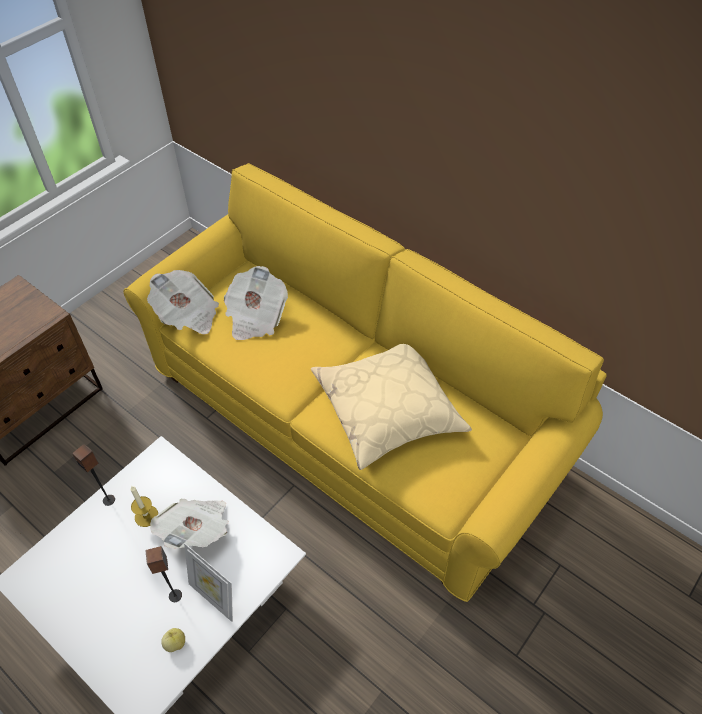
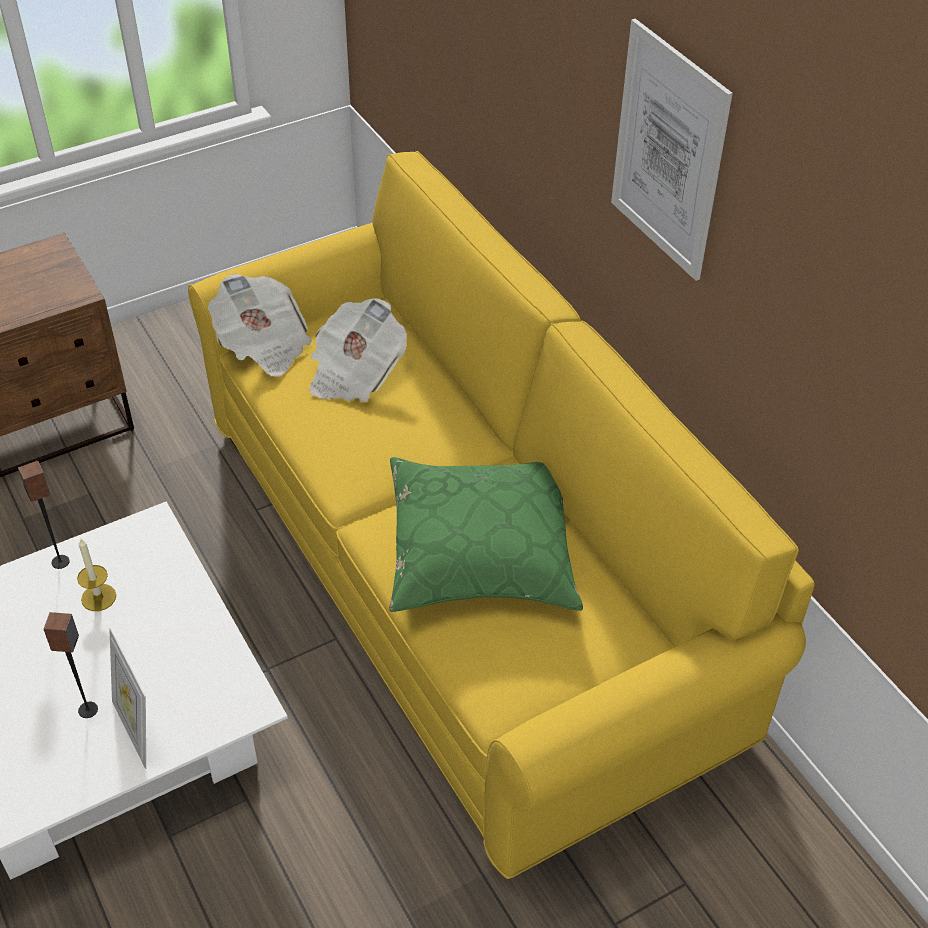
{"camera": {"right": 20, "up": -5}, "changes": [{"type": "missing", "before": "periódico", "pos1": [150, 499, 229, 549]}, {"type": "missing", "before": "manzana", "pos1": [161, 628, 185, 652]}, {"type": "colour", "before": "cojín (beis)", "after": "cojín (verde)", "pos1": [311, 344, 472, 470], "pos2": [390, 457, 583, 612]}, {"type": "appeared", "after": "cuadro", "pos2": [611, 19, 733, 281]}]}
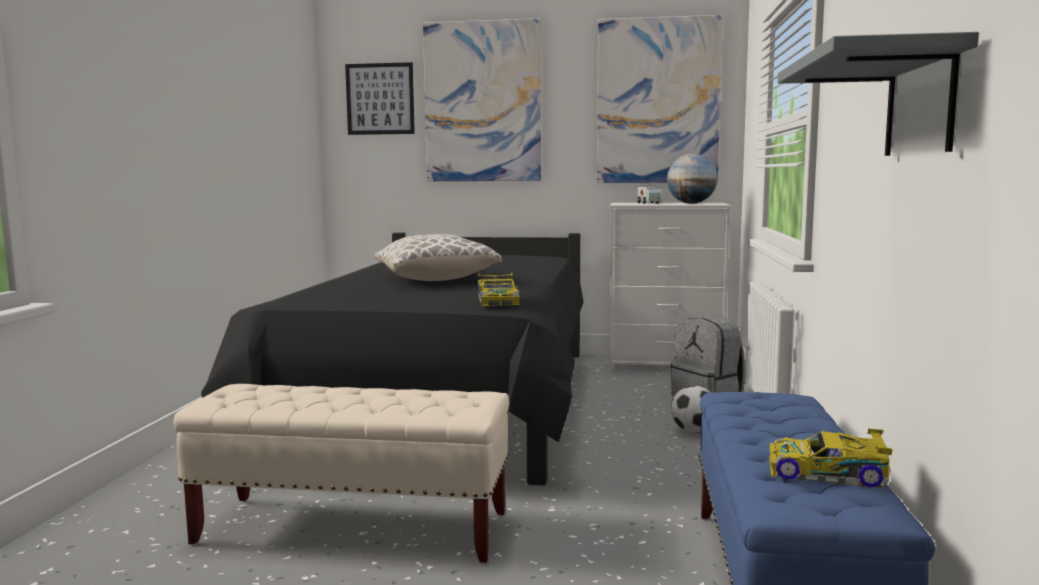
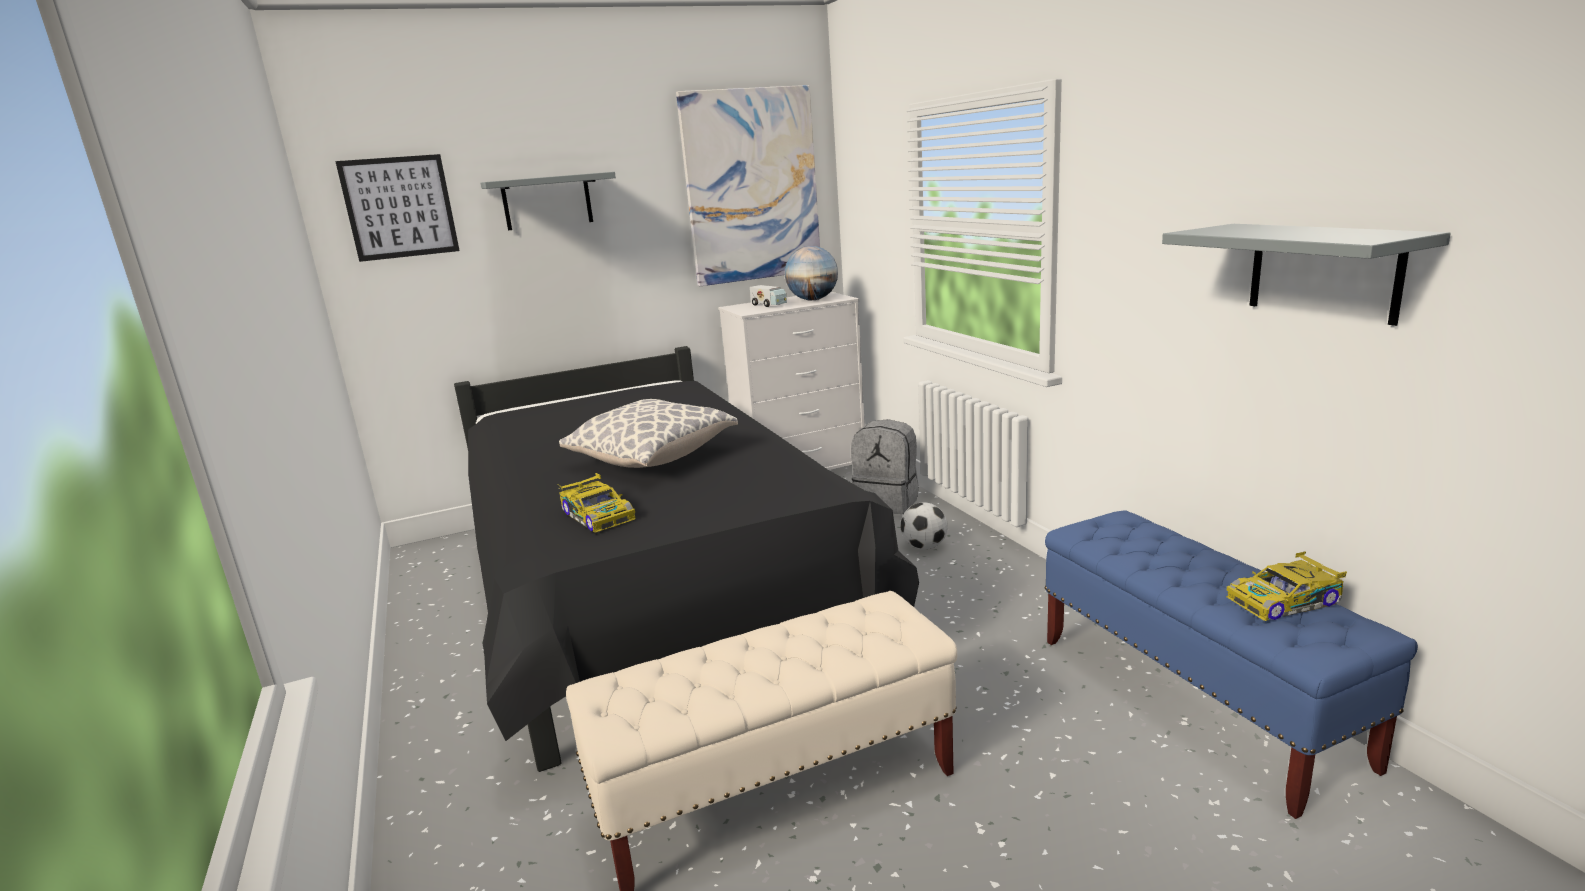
{"camera": {"right": -30, "up": 10}, "changes": [{"type": "exchanged", "before": "cuadro", "after": "estante (gris)", "pos1": [423, 18, 541, 181], "pos2": [481, 172, 616, 230]}, {"type": "relocated", "before": "coche de juguete", "pos1": [478, 272, 520, 306], "pos2": [557, 473, 636, 533]}]}
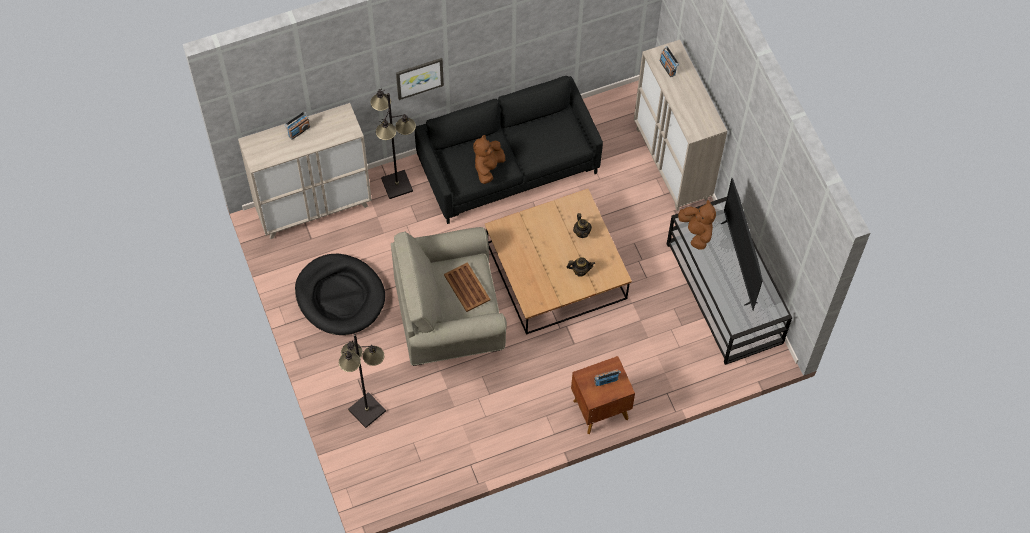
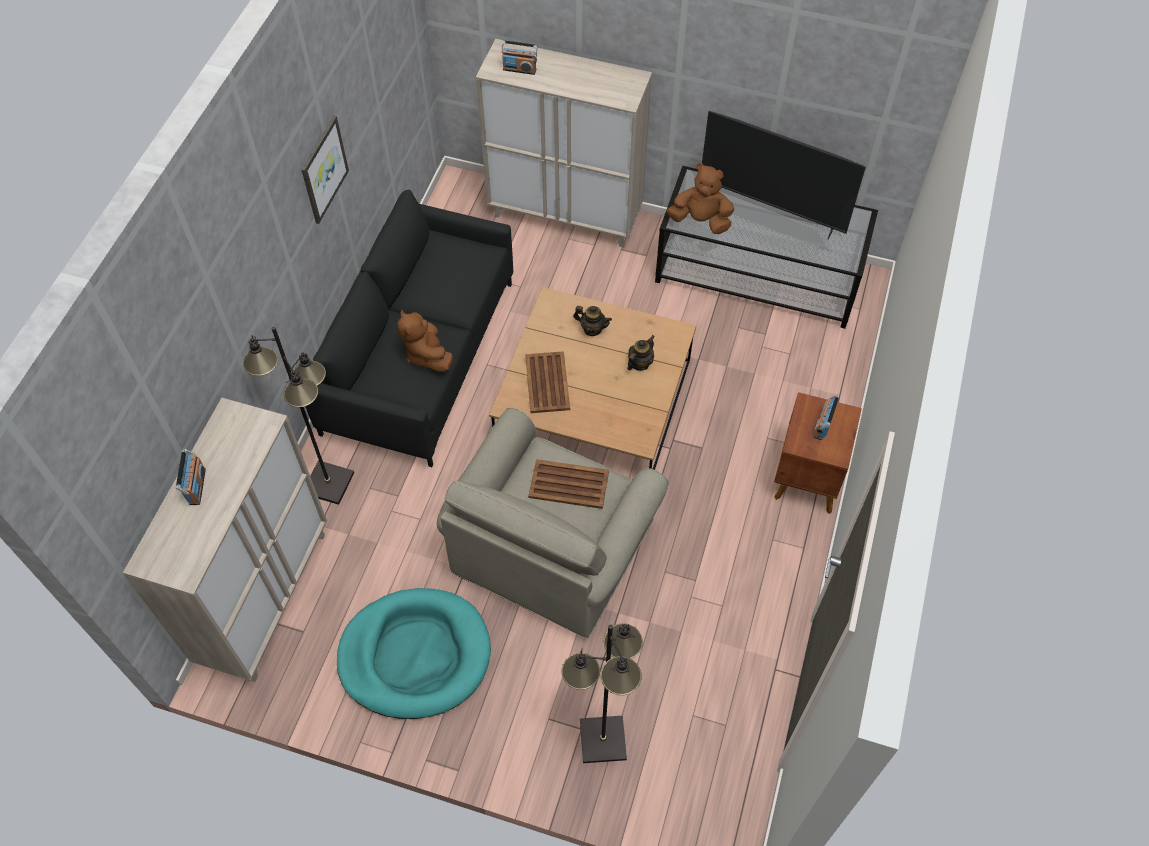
{"camera": {"right": -50, "up": -5}, "changes": [{"type": "colour", "before": "cama para perro (negro)", "after": "cama para perro (turquesa)", "pos1": [295, 254, 385, 335], "pos2": [337, 588, 491, 719]}, {"type": "relocated", "before": "cuadro", "pos1": [396, 58, 444, 100], "pos2": [302, 116, 349, 224]}, {"type": "appeared", "after": "bandeja (marrón)", "pos2": [525, 351, 570, 413]}]}
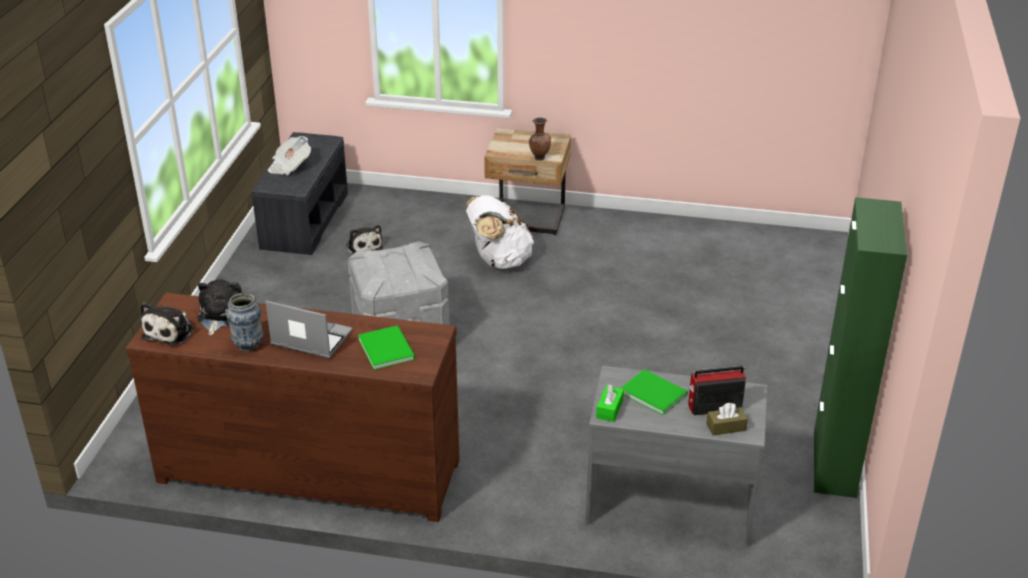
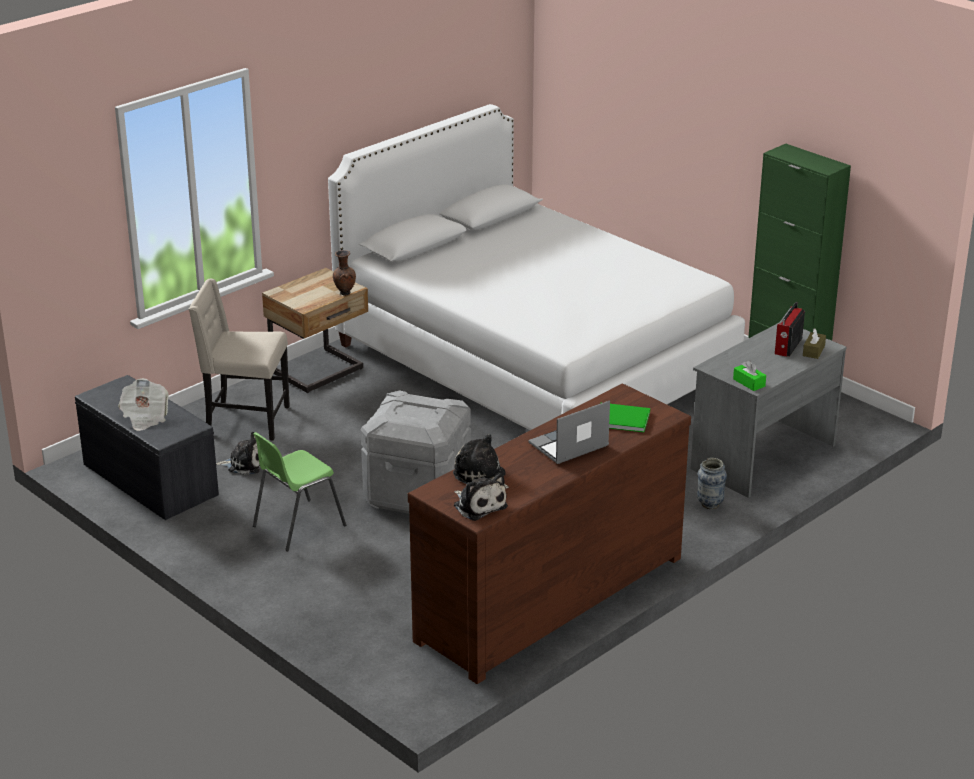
{"camera": {"right": -55, "up": -5}, "changes": [{"type": "relocated", "before": "florero", "pos1": [226, 293, 263, 352], "pos2": [697, 458, 727, 509]}, {"type": "missing", "before": "mochila (blanco)", "pos1": [466, 195, 534, 269]}, {"type": "missing", "before": "libro (verde)", "pos1": [620, 369, 688, 415]}, {"type": "appeared", "after": "silla (beis)", "pos2": [189, 278, 290, 441]}, {"type": "appeared", "after": "silla (verde)", "pos2": [253, 432, 346, 551]}, {"type": "appeared", "after": "cama (blanco)", "pos2": [328, 104, 745, 430]}]}
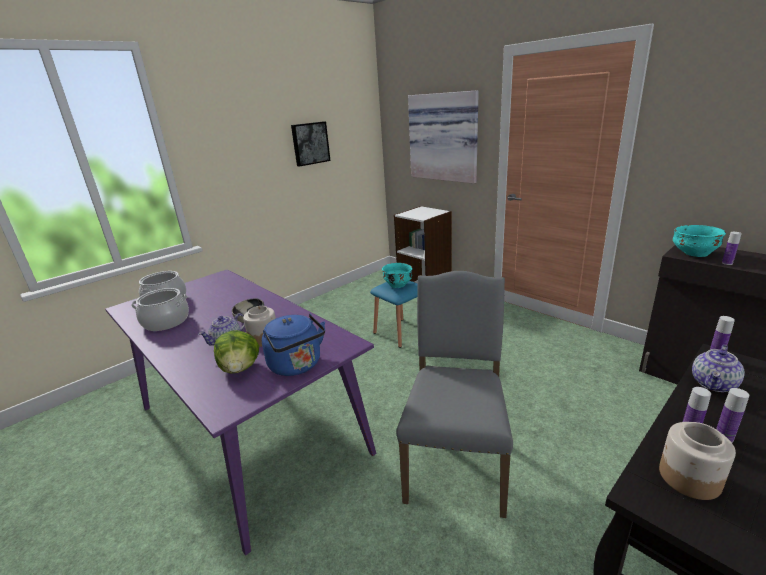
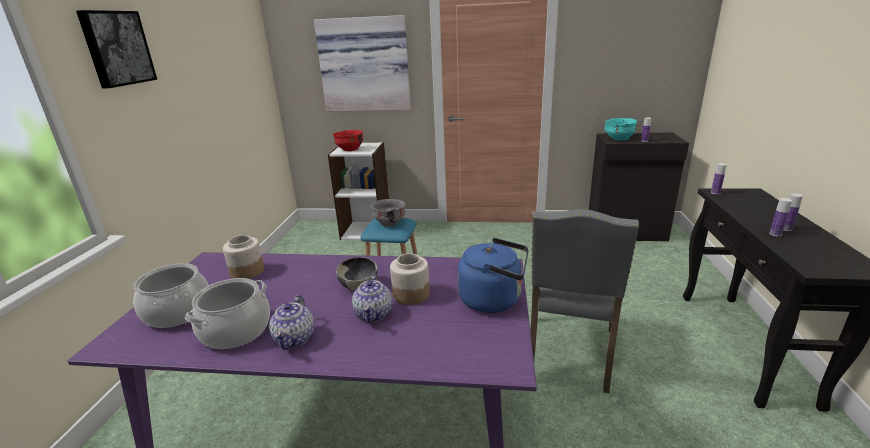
{"camera": {"right": -40, "up": 0}, "changes": [{"type": "missing", "before": "lechuga", "pos1": [214, 330, 259, 374]}, {"type": "relocated", "before": "cuadro", "pos1": [291, 121, 331, 167], "pos2": [76, 10, 157, 89]}, {"type": "colour", "before": "cuenco (turquesa)", "after": "cuenco (gris)", "pos1": [382, 263, 413, 288], "pos2": [371, 199, 405, 227]}, {"type": "spun", "before": "silla (gris)", "pos1": [397, 271, 513, 518], "pos2": [530, 209, 639, 393], "turn": -135}, {"type": "relocated", "before": "tarro", "pos1": [659, 422, 736, 500], "pos2": [223, 235, 264, 279]}, {"type": "relocated", "before": "tetera", "pos1": [692, 345, 745, 392], "pos2": [269, 295, 314, 349]}, {"type": "appeared", "after": "cuenco (rojo)", "pos2": [333, 130, 363, 151]}]}
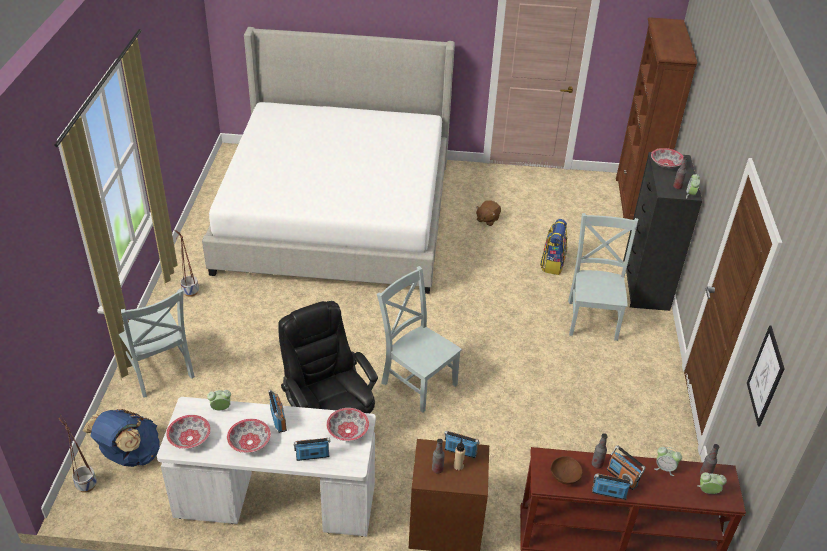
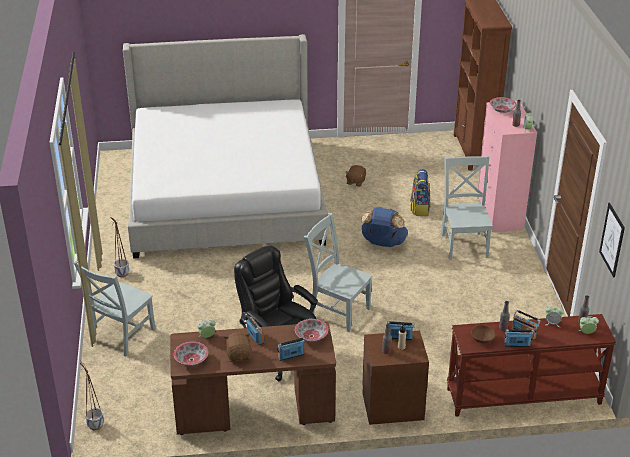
{"camera": {"right": -10, "up": -5}, "changes": [{"type": "relocated", "before": "mochila (azul)", "pos1": [82, 409, 160, 467], "pos2": [361, 207, 408, 247]}, {"type": "spun", "before": "silla (gris)", "pos1": [119, 289, 195, 398], "pos2": [73, 261, 156, 356], "turn": 75}, {"type": "colour", "before": "escritorio (blanco)", "after": "escritorio (marrón)", "pos1": [157, 397, 376, 537], "pos2": [170, 322, 336, 435]}, {"type": "exchanged", "before": "cuenco", "after": "peluche (marrón)", "pos1": [227, 419, 271, 453], "pos2": [224, 333, 251, 362]}, {"type": "colour", "before": "cómoda (negro)", "after": "cómoda (rosa)", "pos1": [623, 152, 703, 311], "pos2": [477, 101, 537, 232]}]}
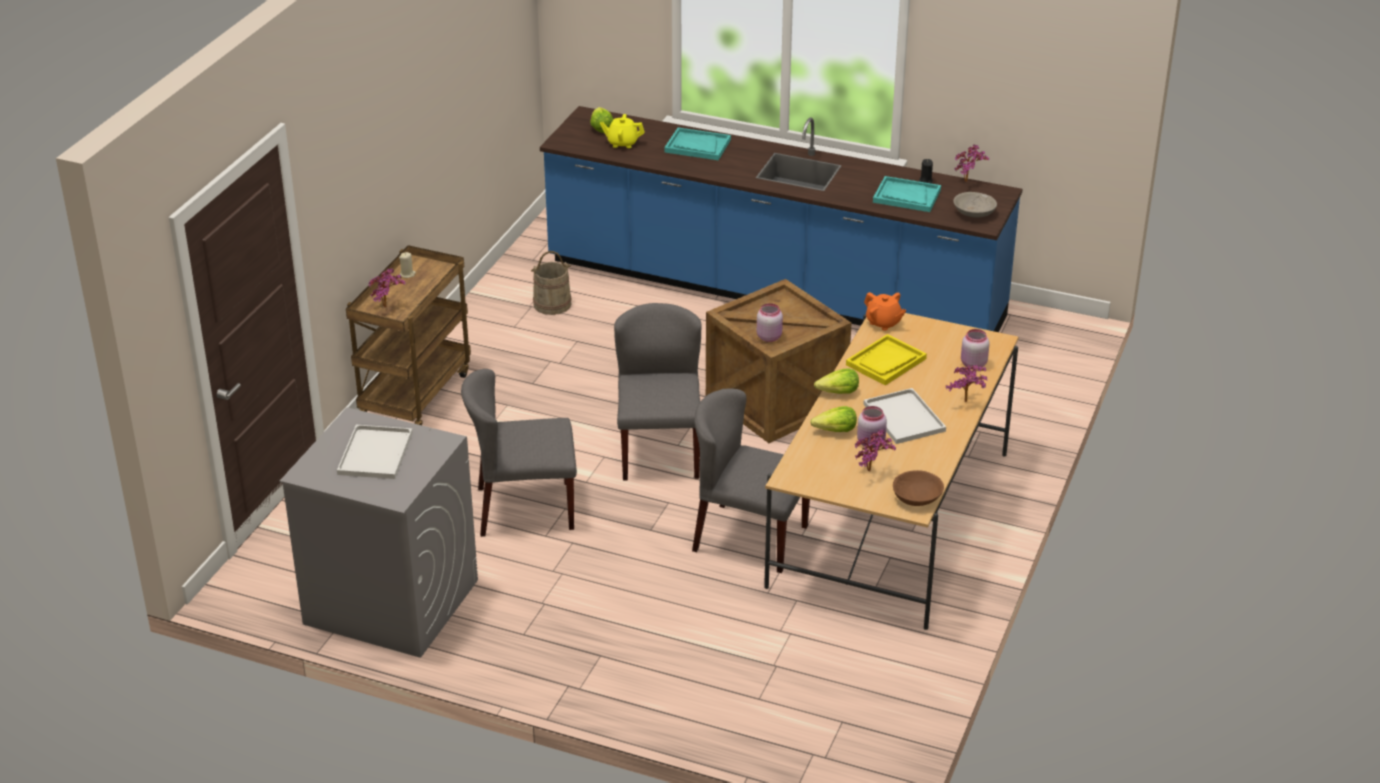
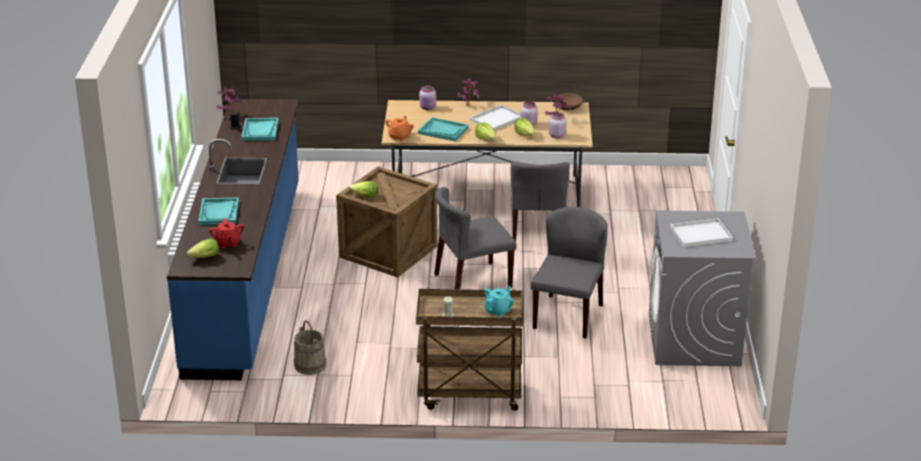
{"camera": {"right": -110, "up": -5}, "changes": [{"type": "exchanged", "before": "planta en maceta", "after": "tetera (turquesa)", "pos1": [368, 268, 405, 307], "pos2": [484, 286, 514, 317]}, {"type": "spun", "before": "silla (gris)", "pos1": [461, 369, 577, 537], "pos2": [531, 207, 608, 338], "turn": -135}, {"type": "colour", "before": "tetera (amarillo)", "after": "tetera (rojo)", "pos1": [600, 114, 645, 148], "pos2": [209, 218, 245, 248]}, {"type": "relocated", "before": "tarro (rosa)", "pos1": [757, 303, 783, 342], "pos2": [549, 113, 566, 138]}, {"type": "colour", "before": "bandeja (amarillo)", "after": "bandeja (turquesa)", "pos1": [846, 334, 927, 385], "pos2": [418, 117, 469, 141]}, {"type": "missing", "before": "cuenco (gris)", "pos1": [953, 192, 997, 218]}, {"type": "appeared", "after": "lechuga", "pos2": [349, 181, 378, 198]}]}
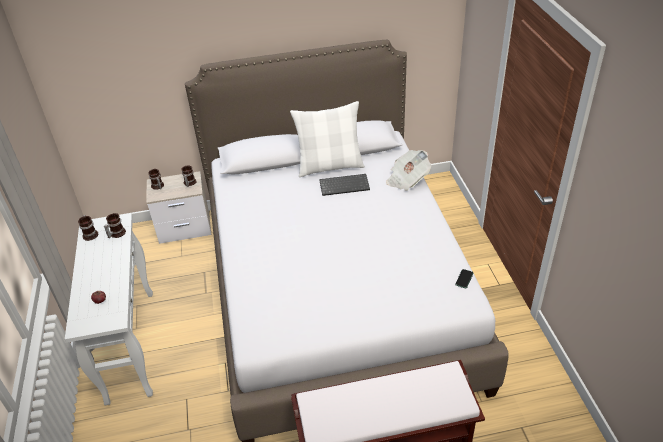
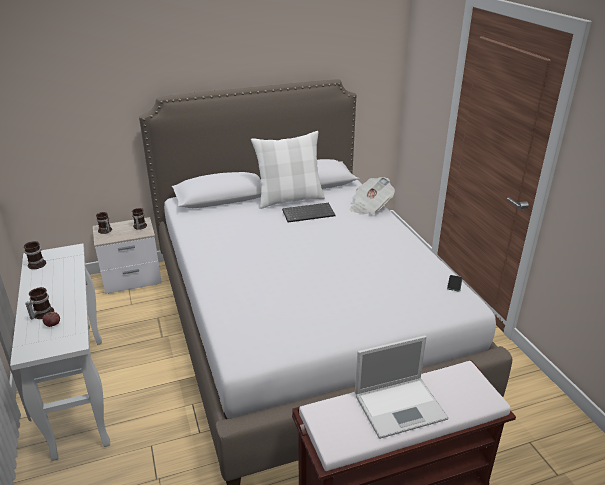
{"camera": {"right": -10, "up": -10}, "changes": [{"type": "relocated", "before": "taza grande", "pos1": [104, 213, 126, 238], "pos2": [25, 287, 54, 319]}, {"type": "appeared", "after": "portátil", "pos2": [355, 335, 449, 439]}]}
